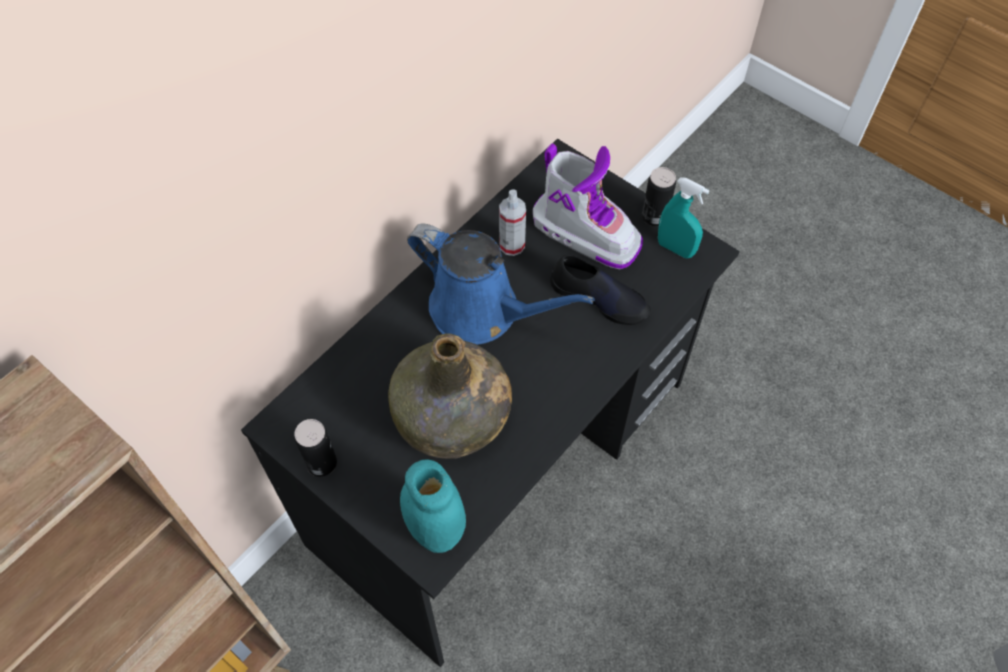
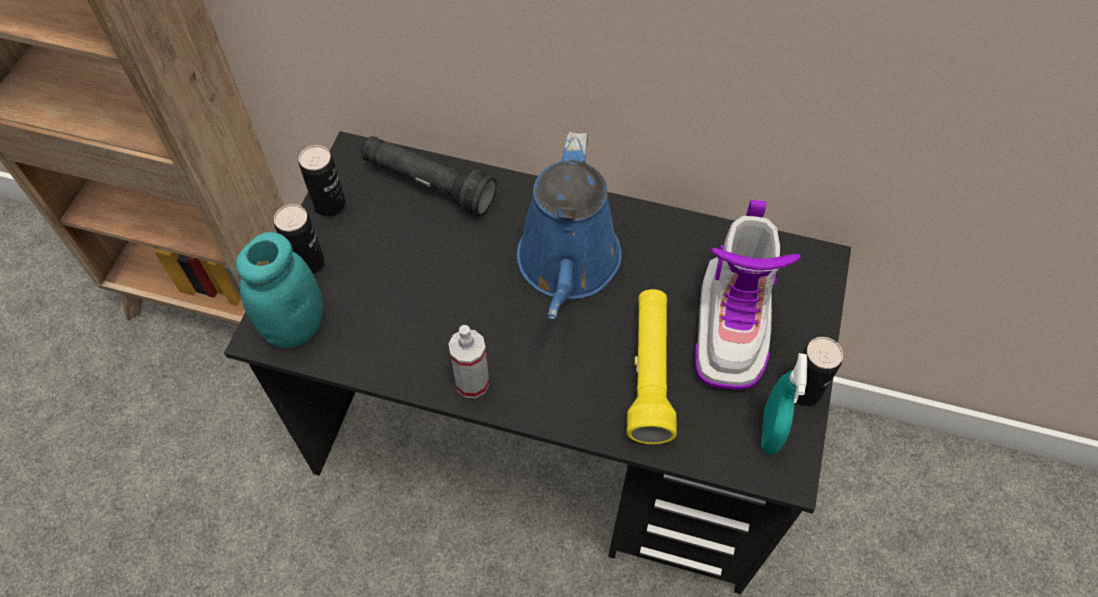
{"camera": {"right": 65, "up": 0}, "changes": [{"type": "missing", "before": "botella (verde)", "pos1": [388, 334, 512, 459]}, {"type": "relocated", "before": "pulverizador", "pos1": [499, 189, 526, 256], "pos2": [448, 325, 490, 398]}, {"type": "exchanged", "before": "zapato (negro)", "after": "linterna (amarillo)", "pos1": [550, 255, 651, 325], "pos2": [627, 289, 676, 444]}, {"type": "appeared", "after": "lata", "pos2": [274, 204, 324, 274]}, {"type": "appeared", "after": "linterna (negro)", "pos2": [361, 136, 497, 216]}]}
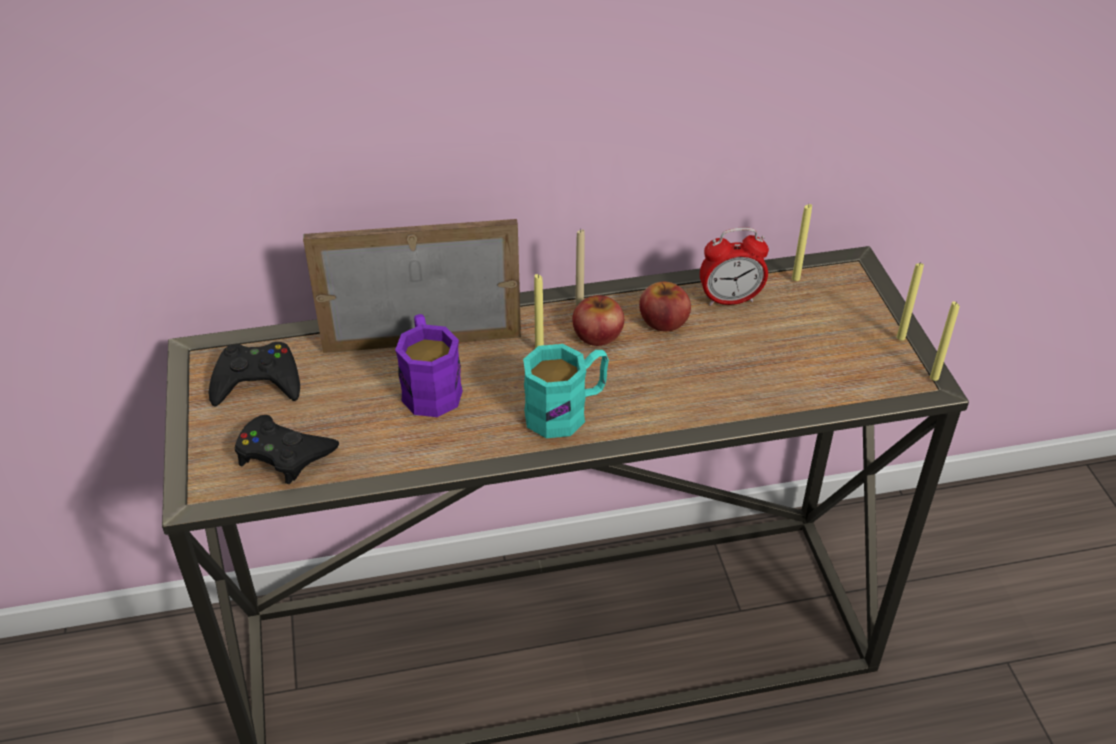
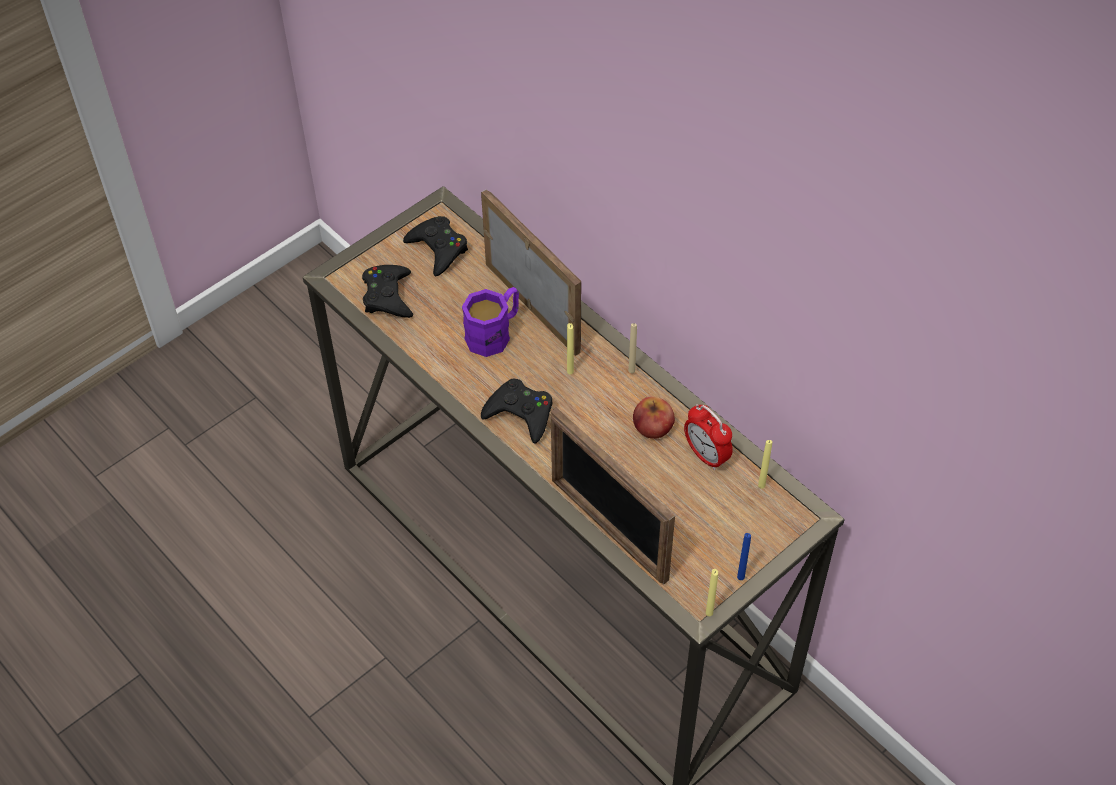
{"camera": {"right": 60, "up": 10}, "changes": [{"type": "exchanged", "before": "taza grande (turquesa)", "after": "mando de consola (negro)", "pos1": [523, 344, 609, 438], "pos2": [481, 379, 552, 443]}, {"type": "missing", "before": "manzana", "pos1": [572, 295, 624, 346]}, {"type": "colour", "before": "vela (amarillo)", "after": "vela (azul)", "pos1": [897, 262, 924, 341], "pos2": [737, 533, 751, 580]}, {"type": "appeared", "after": "portarretratos", "pos2": [551, 407, 675, 584]}]}
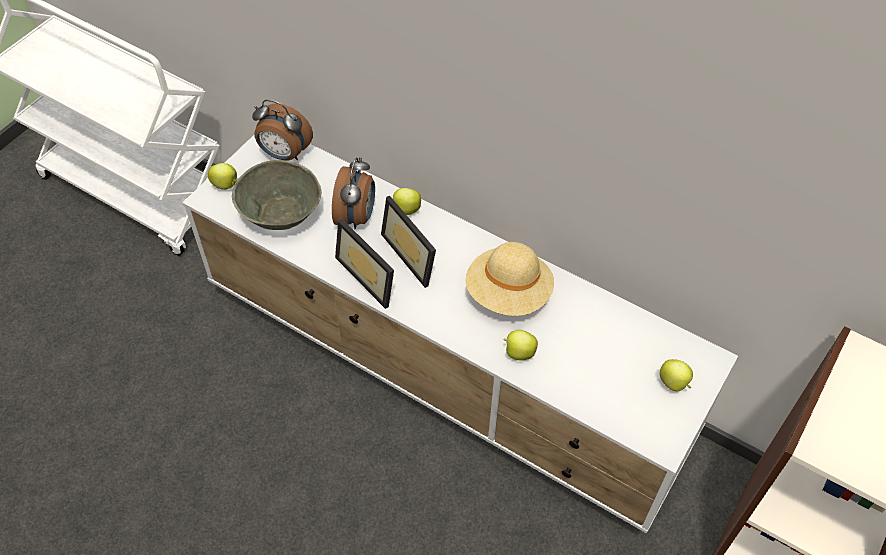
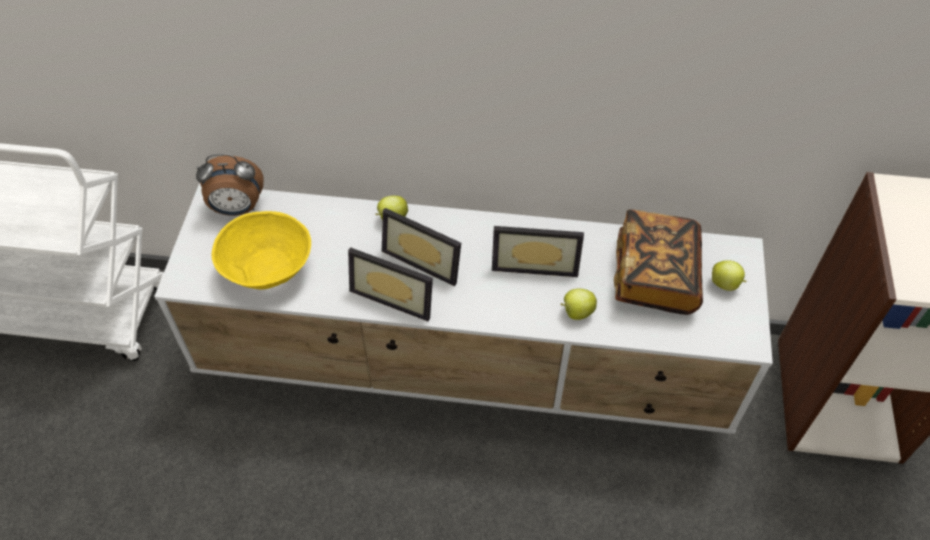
{"camera": {"right": -25, "up": 0}, "changes": [{"type": "missing", "before": "manzana", "pos1": [208, 163, 237, 190]}, {"type": "colour", "before": "cuenco (gris)", "after": "cuenco (amarillo)", "pos1": [232, 160, 322, 230], "pos2": [212, 211, 311, 289]}, {"type": "missing", "before": "despertador", "pos1": [332, 157, 375, 230]}, {"type": "exchanged", "before": "sombrero (beis)", "after": "portarretratos", "pos1": [465, 242, 554, 316], "pos2": [492, 226, 584, 277]}, {"type": "appeared", "after": "libro", "pos2": [614, 209, 703, 315]}]}
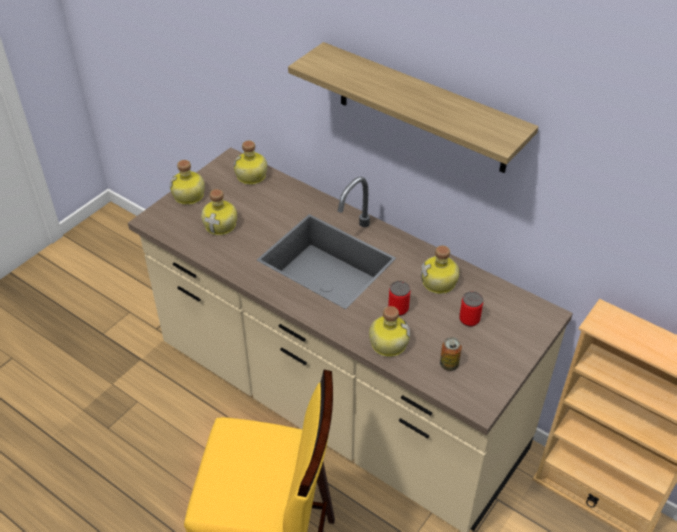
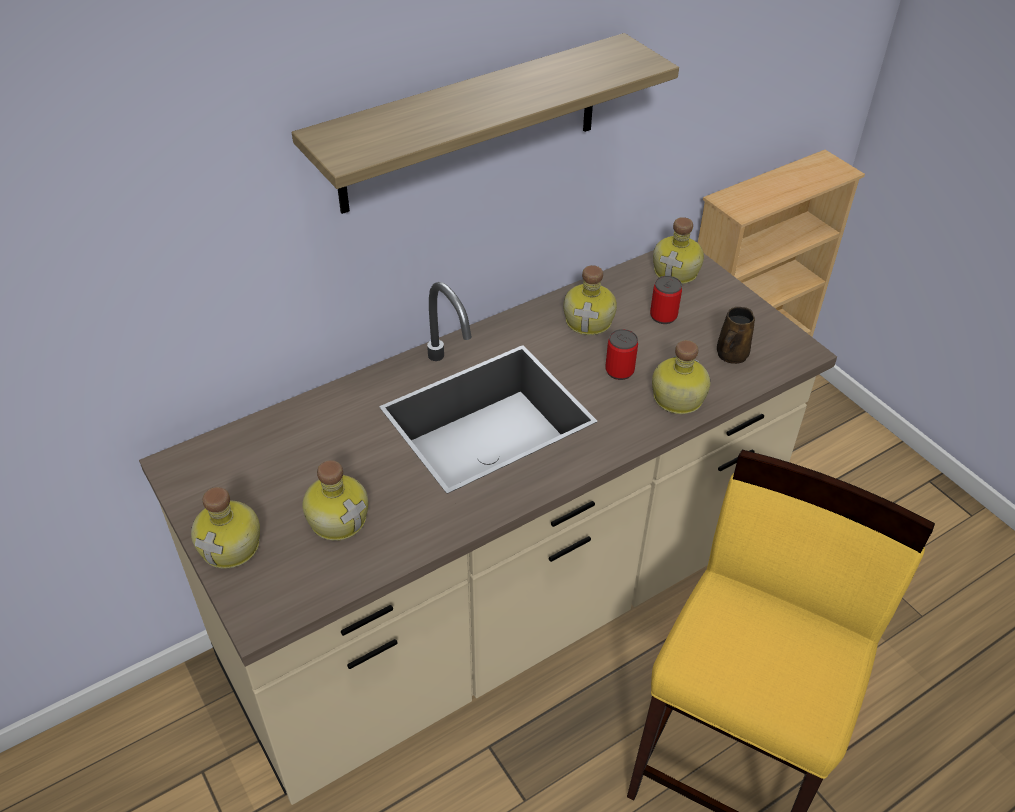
{"camera": {"right": -70, "up": 0}, "changes": [{"type": "relocated", "before": "botella", "pos1": [233, 141, 267, 185], "pos2": [653, 217, 704, 284]}, {"type": "exchanged", "before": "lata", "after": "taza grande (marrón)", "pos1": [440, 337, 462, 371], "pos2": [717, 307, 755, 364]}]}
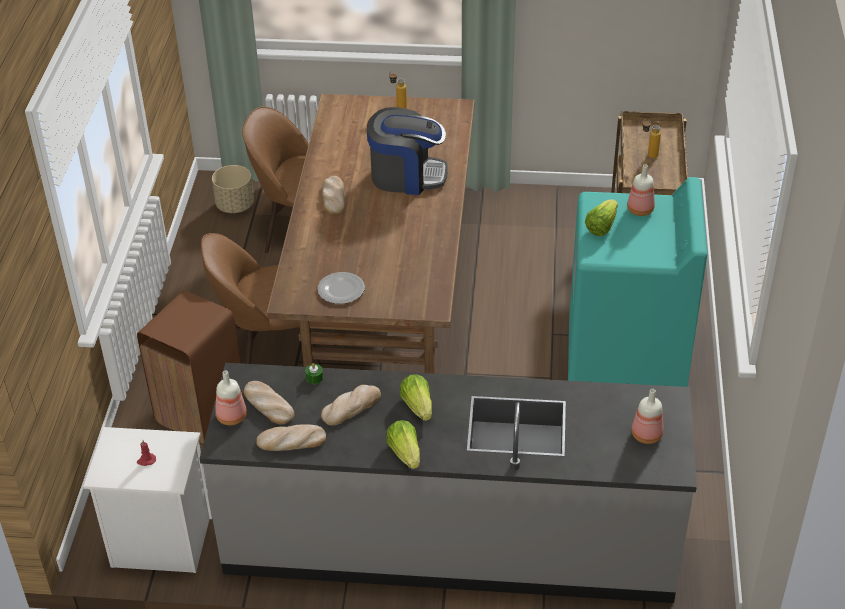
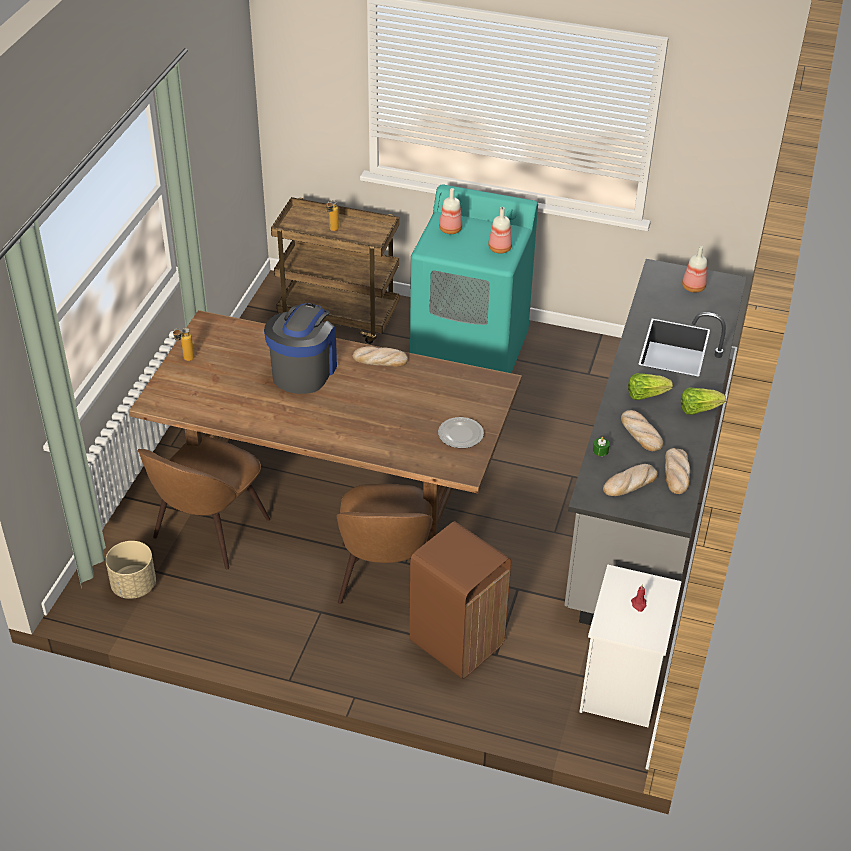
{"camera": {"right": -80, "up": 0}, "changes": [{"type": "relocated", "before": "botella", "pos1": [215, 371, 247, 425], "pos2": [488, 207, 512, 254]}, {"type": "relocated", "before": "pan", "pos1": [322, 176, 345, 214], "pos2": [353, 346, 408, 367]}, {"type": "missing", "before": "lechuga", "pos1": [585, 199, 618, 236]}]}
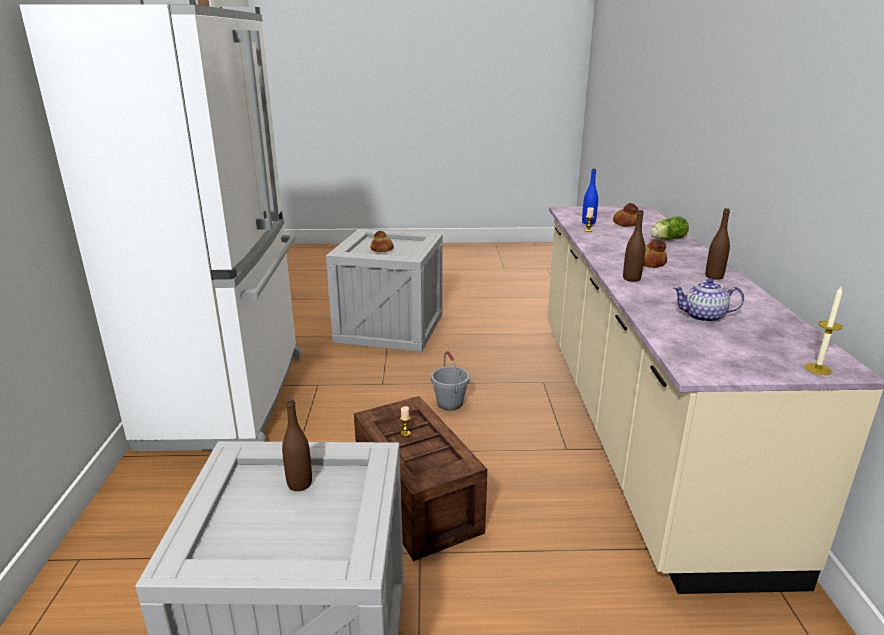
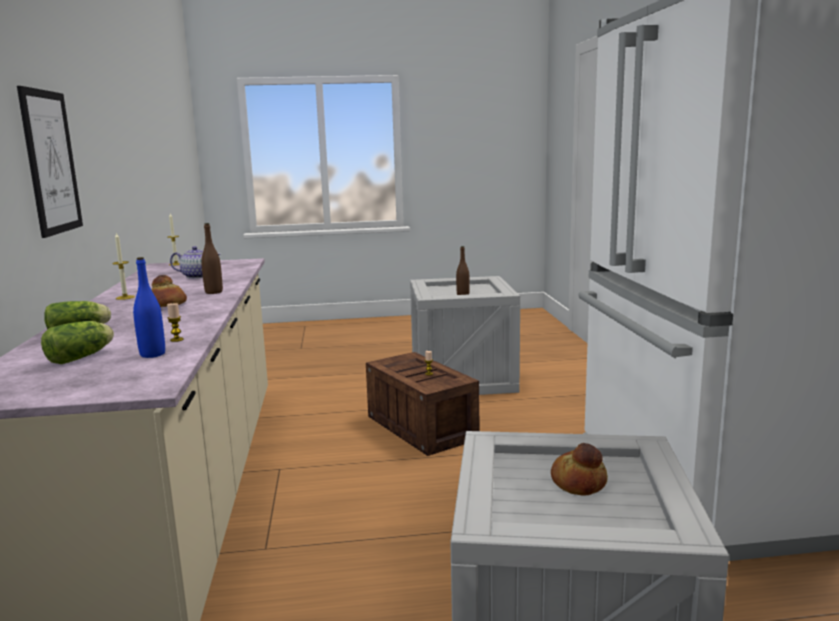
{"camera": {"right": 175, "up": -10}, "changes": [{"type": "missing", "before": "cubo (gris)", "pos1": [431, 351, 470, 411]}, {"type": "exchanged", "before": "pan", "after": "lechuga", "pos1": [613, 203, 638, 227], "pos2": [41, 321, 114, 364]}, {"type": "exchanged", "before": "botella (marrón)", "after": "vela", "pos1": [705, 208, 730, 280], "pos2": [112, 232, 135, 300]}, {"type": "appeared", "after": "cuadro", "pos2": [17, 86, 83, 238]}]}
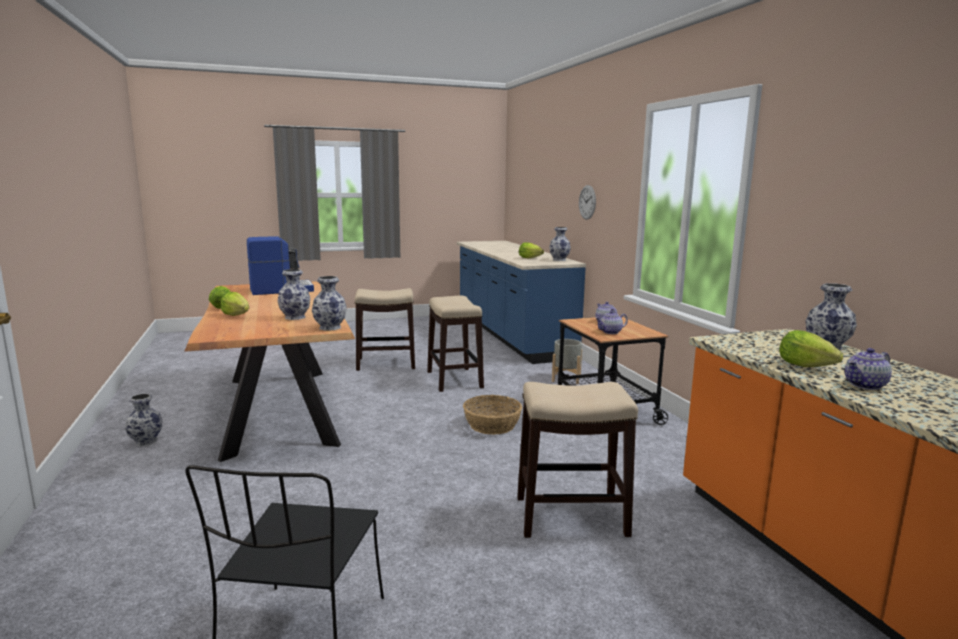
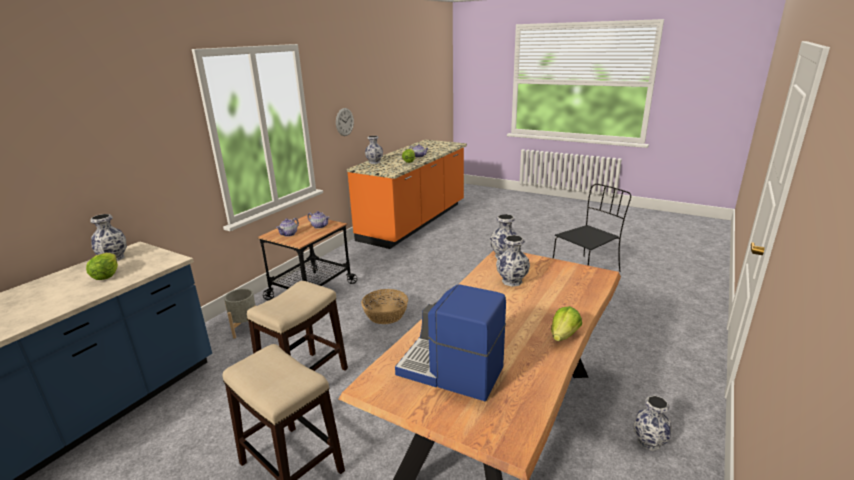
{"camera": {"right": -130, "up": 10}, "changes": [{"type": "missing", "before": "lechuga", "pos1": [221, 292, 249, 316]}, {"type": "missing", "before": "taburete", "pos1": [517, 382, 638, 538]}, {"type": "relocated", "before": "reloj de pared", "pos1": [579, 185, 596, 220], "pos2": [336, 108, 354, 136]}]}
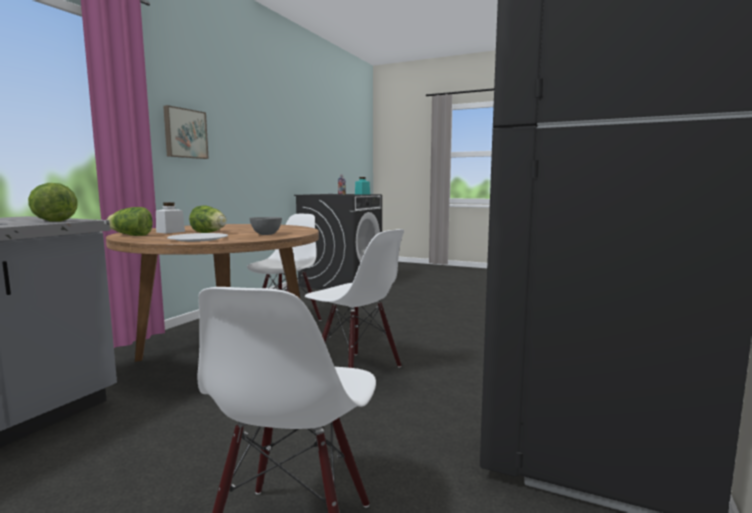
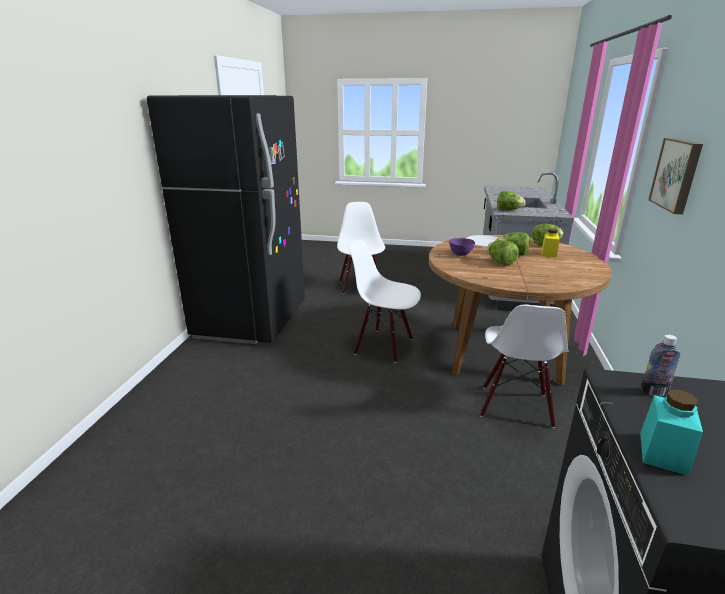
{"camera": {"right": 165, "up": 15}, "changes": [{"type": "colour", "before": "tarro (blanco)", "after": "tarro (amarillo)", "pos1": [156, 202, 185, 234], "pos2": [541, 229, 560, 258]}, {"type": "colour", "before": "cuenco (gris)", "after": "cuenco (morado)", "pos1": [249, 217, 282, 235], "pos2": [449, 238, 475, 256]}, {"type": "appeared", "after": "lechuga", "pos2": [487, 240, 519, 266]}]}
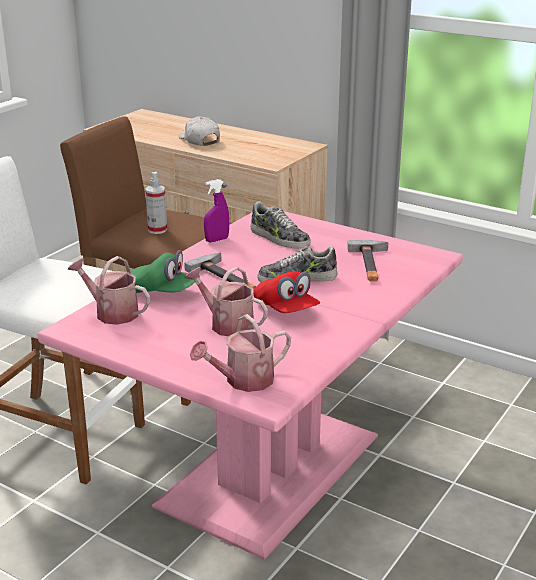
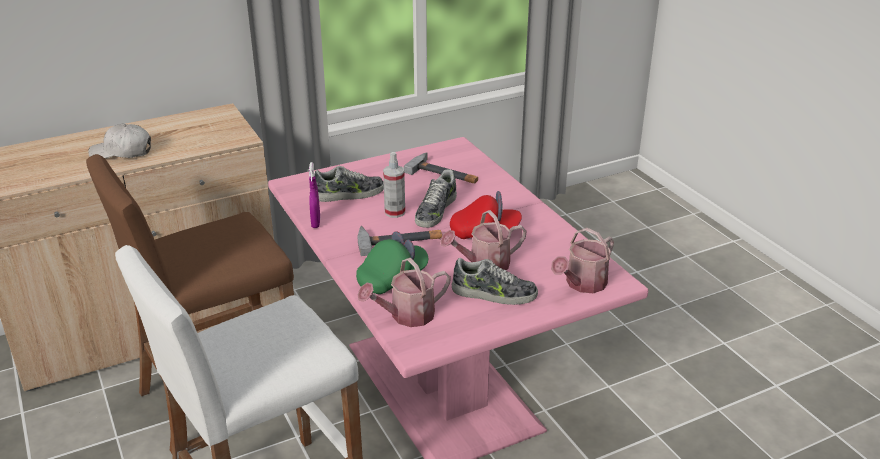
{"camera": {"right": -60, "up": 5}, "changes": [{"type": "relocated", "before": "pulverizador", "pos1": [145, 172, 167, 234], "pos2": [383, 152, 405, 218]}, {"type": "spun", "before": "regadera", "pos1": [190, 314, 291, 392], "pos2": [551, 228, 614, 293], "turn": 45}, {"type": "appeared", "after": "zapato", "pos2": [452, 258, 538, 305]}]}
